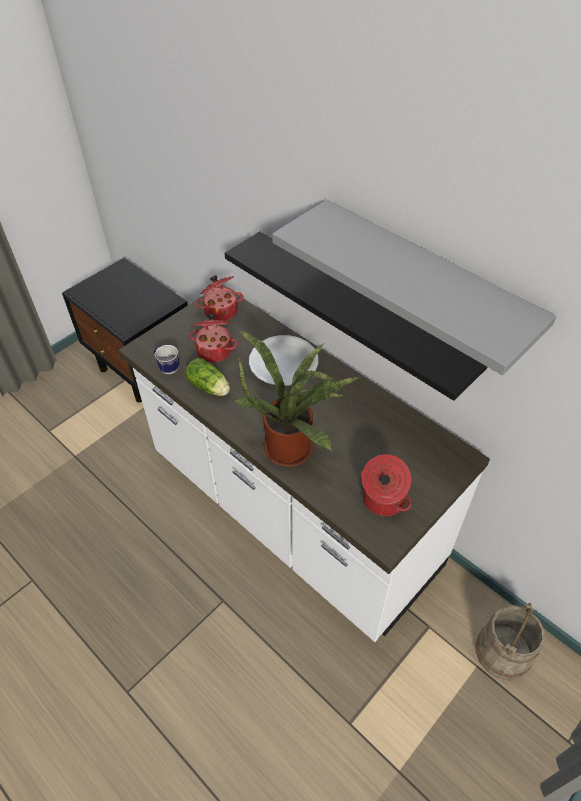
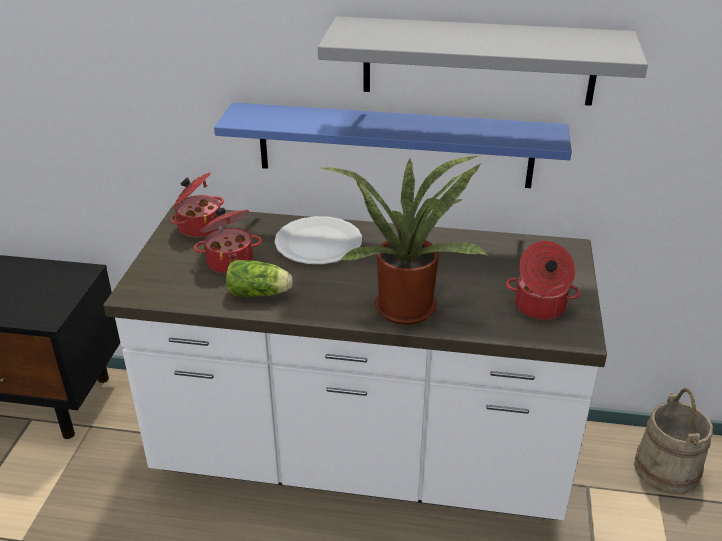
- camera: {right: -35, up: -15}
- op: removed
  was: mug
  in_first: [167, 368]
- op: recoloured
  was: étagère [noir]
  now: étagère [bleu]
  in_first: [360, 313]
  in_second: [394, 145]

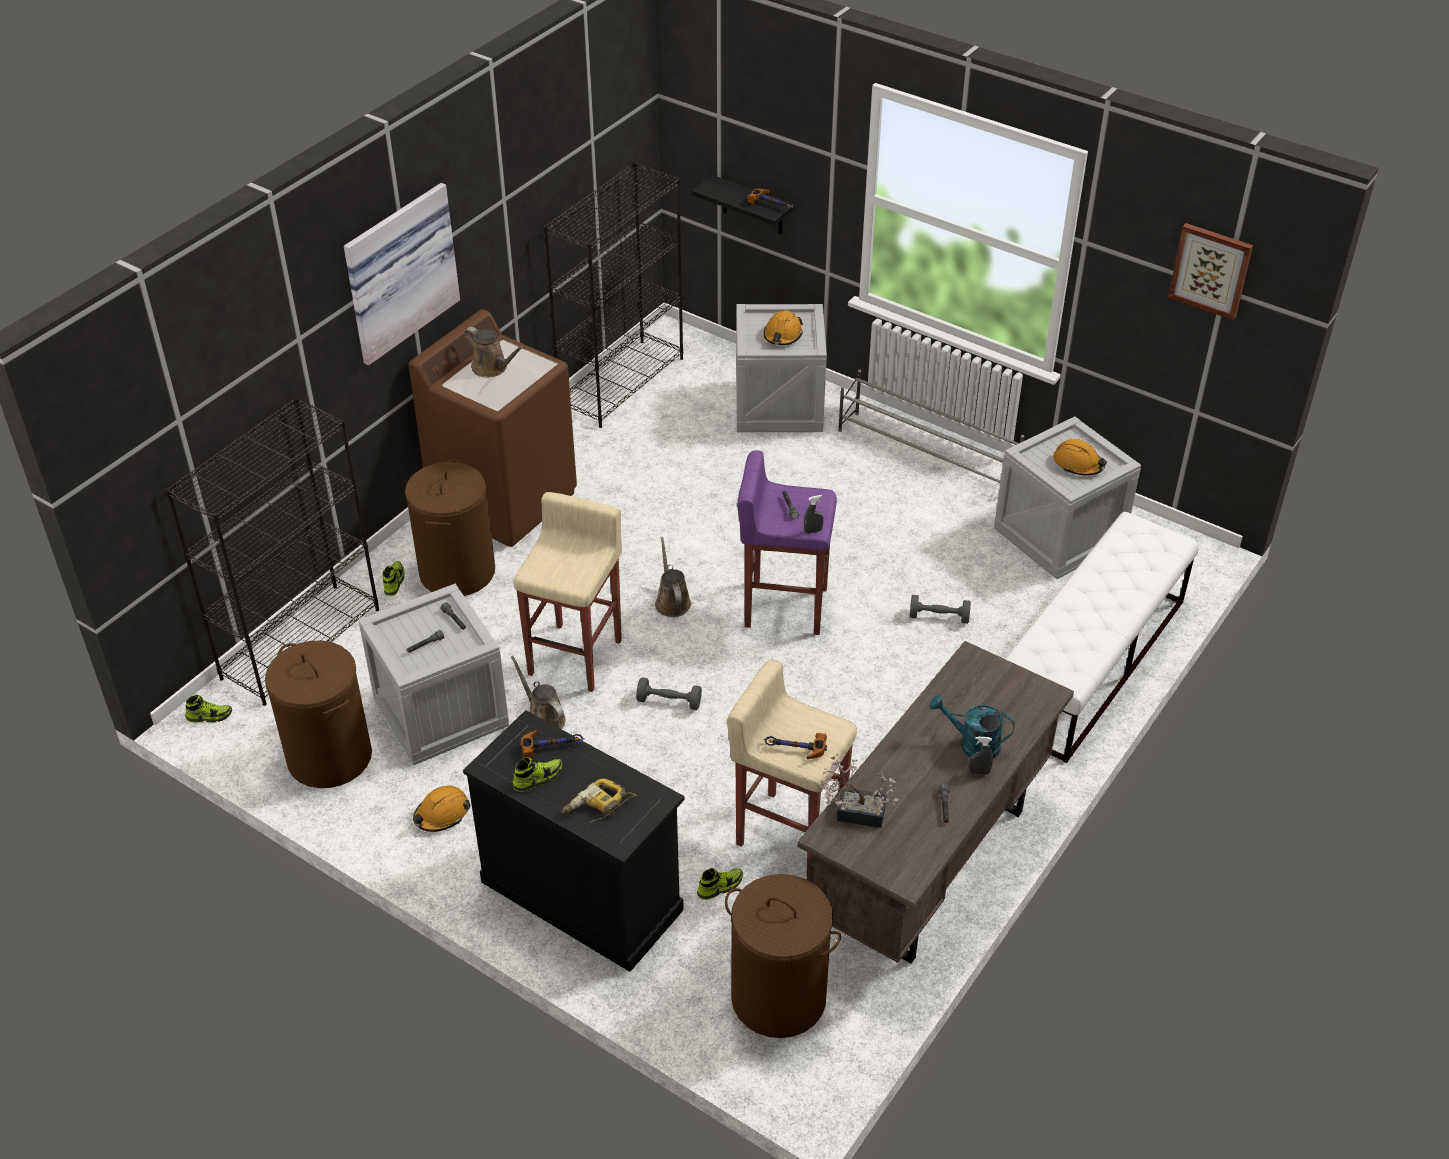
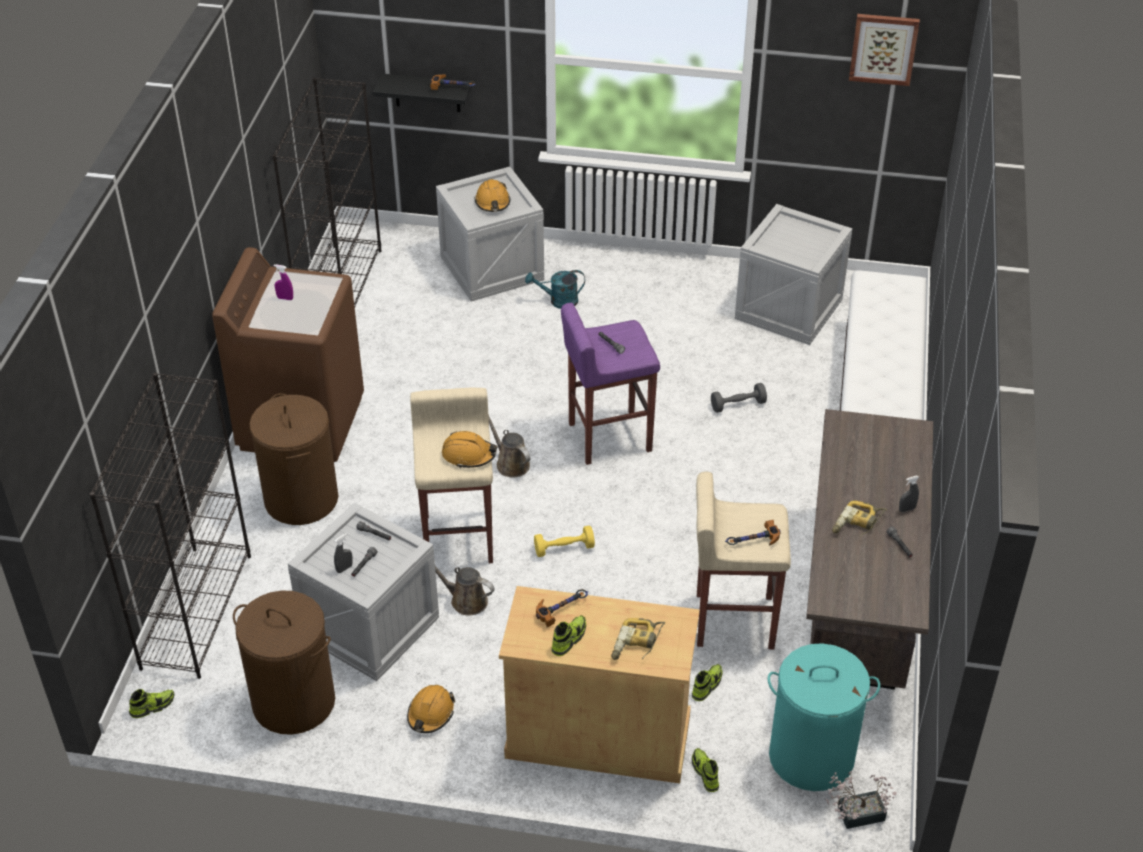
- camera: {right: -25, up: 0}
- op: removed
  was: tableau
  in_first: [398, 271]
- op: removed
  was: étagère à chaussures [gris]
  in_first: [927, 455]
- op: added
  now: perceuse
  in_second: [857, 524]
- op: moved
  was: chaussure
  in_first: [394, 582]
  in_second: [705, 773]
- op: moved
  was: vaporisateur [gris]
  in_first: [813, 531]
  in_second: [344, 568]
- op: moved
  was: plante en pot
  in_first: [855, 811]
  in_second: [855, 814]
- op: moved
  was: arrosoir [turquoise]
  in_first: [972, 744]
  in_second: [558, 301]
- op: moved
  was: casque de chantier [orange]
  in_first: [1078, 464]
  in_second: [469, 455]
- op: replaced
  was: arrosoir [marron]
  now: vaporisateur [violet]
  in_first: [492, 368]
  in_second: [285, 298]
- op: recoloured
  was: meuble de rangement [noir]
  now: meuble de rangement [beige]
  in_first: [582, 895]
  in_second: [598, 736]
- op: recoloured
  was: haltère [gris]
  now: haltère [jaune]
  in_first: [669, 702]
  in_second: [564, 548]
- op: recoloured
  was: panier à linge [marron]
  now: panier à linge [turquoise]
  in_first: [779, 997]
  in_second: [811, 756]

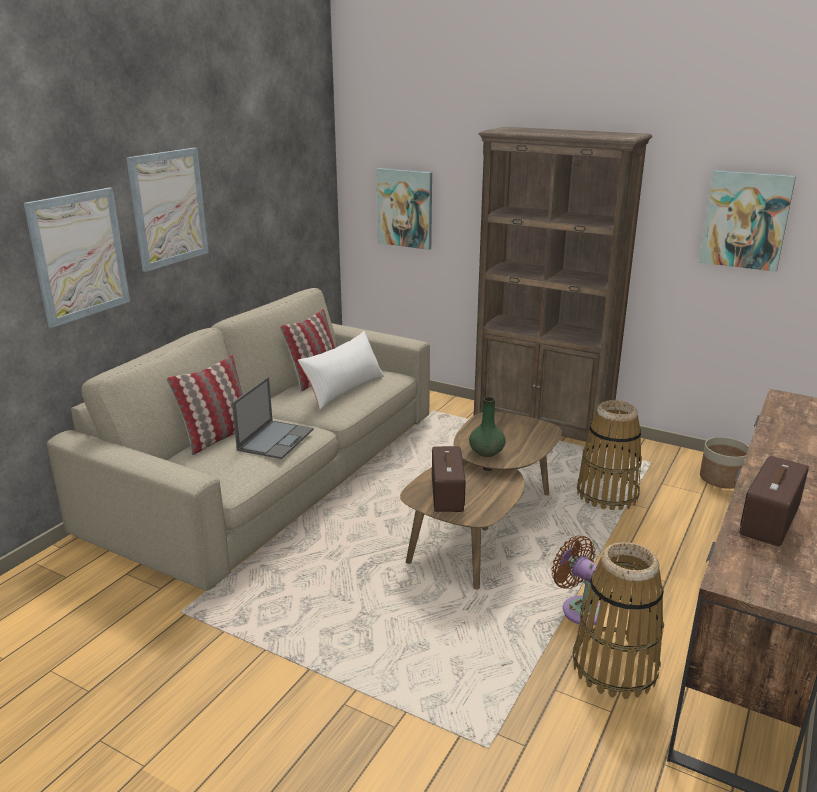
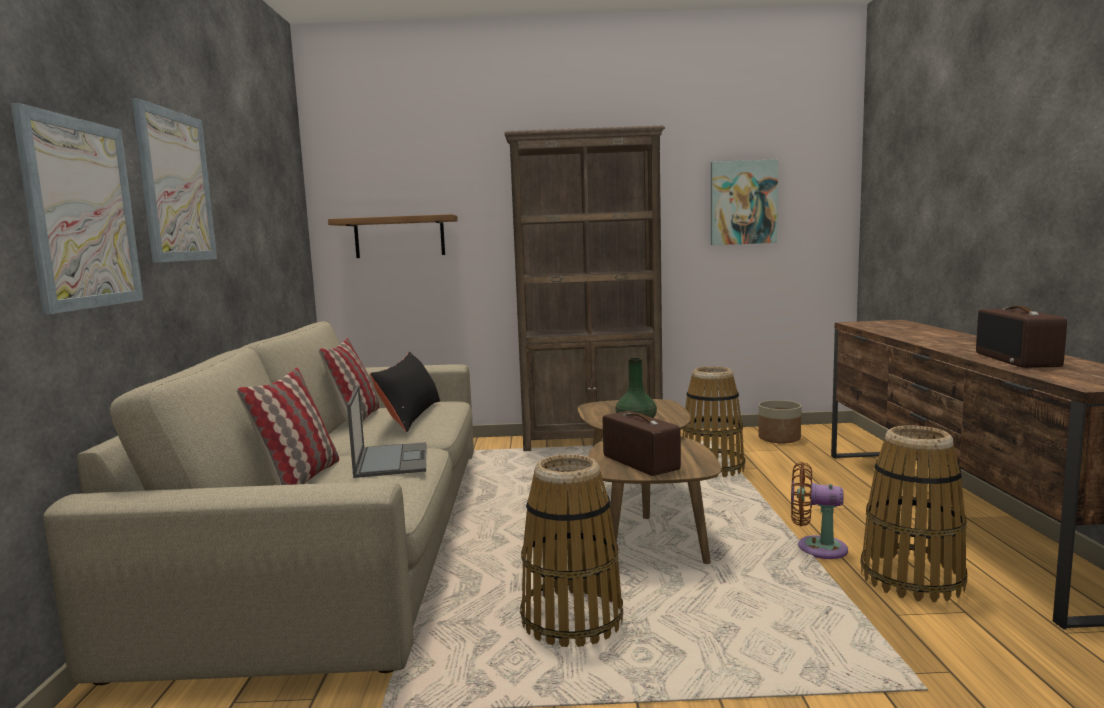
- camera: {right: -30, up: -15}
- op: added
  now: panier
  in_second: [572, 619]
- op: replaced
  was: tableau
  now: étagère
  in_first: [405, 208]
  in_second: [399, 237]
- op: recoloured
  was: coussin [blanc]
  now: coussin [noir]
  in_first: [344, 389]
  in_second: [410, 415]

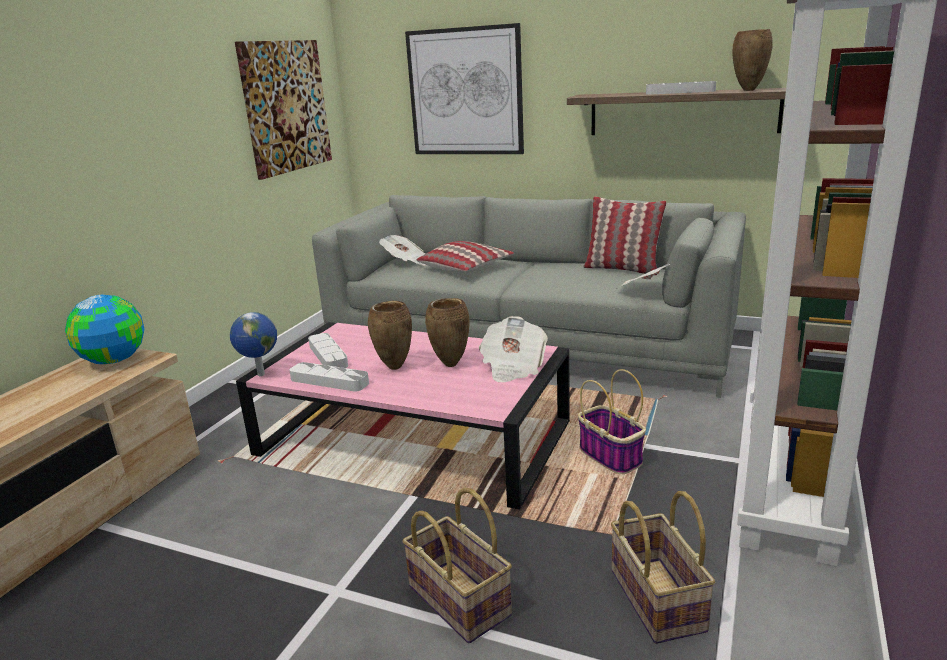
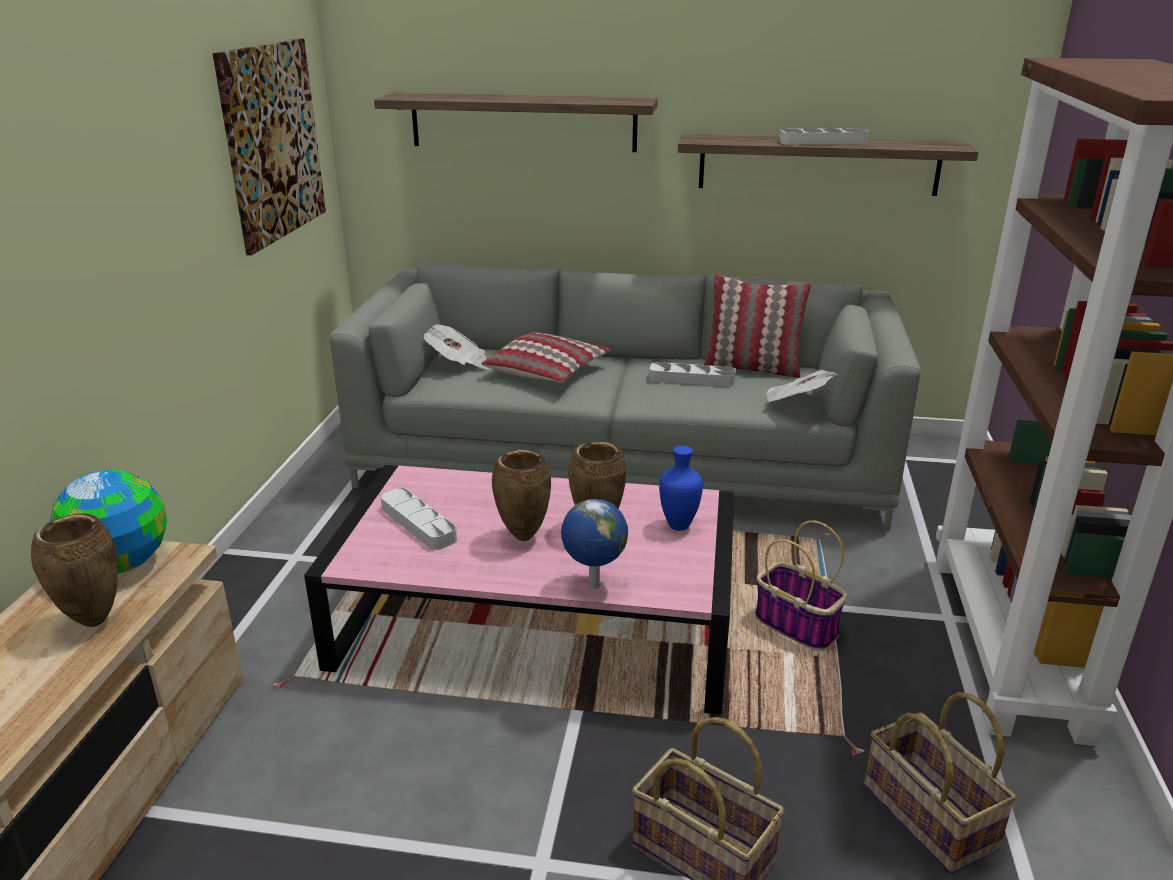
- camera: {right: -15, up: 5}
- op: moved
  was: globe
  in_first: [260, 375]
  in_second: [593, 586]
- op: moved
  was: plateau [gris]
  in_first: [329, 381]
  in_second: [692, 379]
- op: moved
  was: vase [marron]
  in_first: [747, 90]
  in_second: [92, 621]
- op: replaced
  was: tableau
  now: étagère
  in_first: [465, 92]
  in_second: [523, 122]
- op: replaced
  was: journal
  now: vase [bleu]
  in_first: [512, 367]
  in_second: [679, 526]

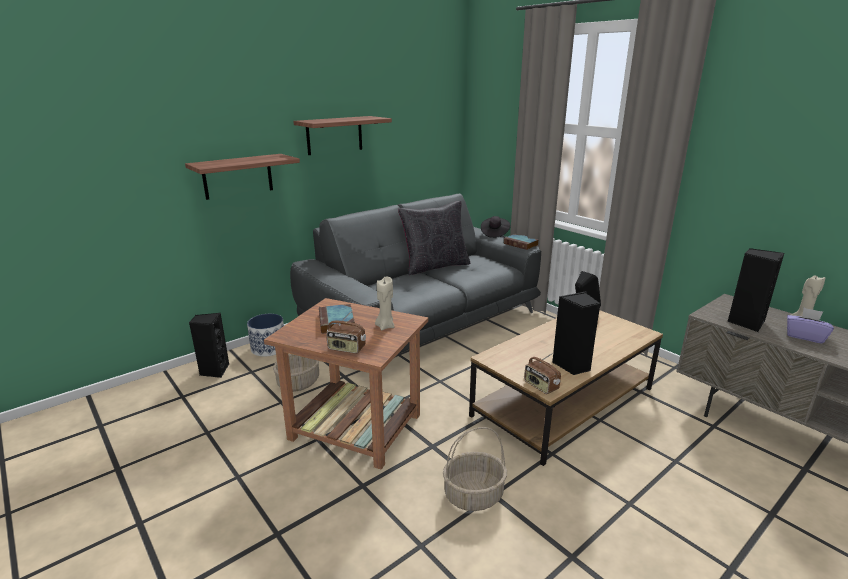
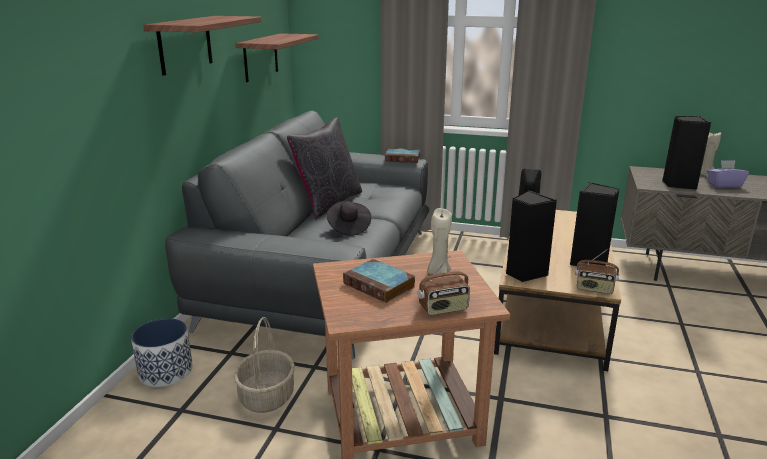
- camera: {right: -35, up: 0}
- op: removed
  was: panier
  in_first: [473, 496]
- op: moved
  was: étagère
  in_first: [238, 176]
  in_second: [260, 57]
- op: moved
  was: enceinte [noir]
  in_first: [214, 371]
  in_second: [524, 273]
- op: moved
  was: chapeau [noir]
  in_first: [494, 233]
  in_second: [348, 227]

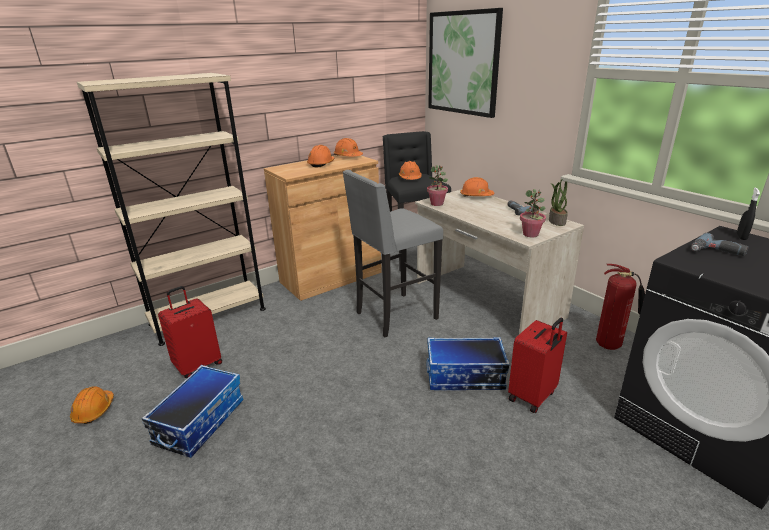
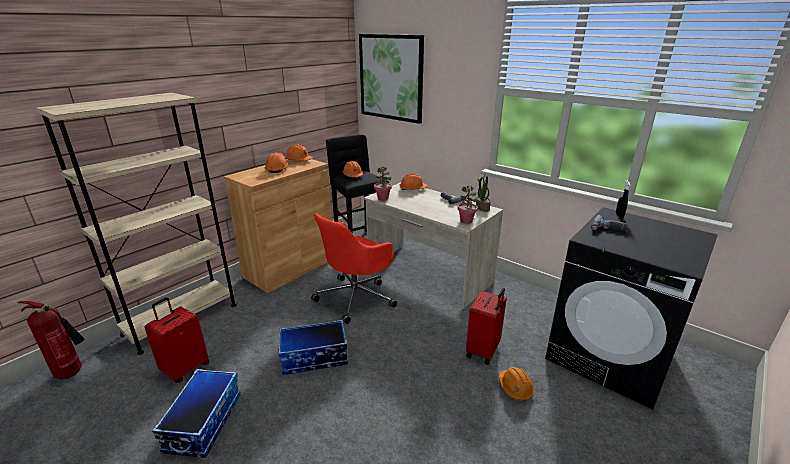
- camera: {right: -15, up: 0}
- op: moved
  was: casque de chantier [orange]
  in_first: [94, 410]
  in_second: [515, 388]
- op: moved
  was: boîte de rangement
  in_first: [464, 377]
  in_second: [314, 358]
- op: moved
  was: extincteur
  in_first: [611, 346]
  in_second: [73, 373]
- op: replaced
  was: tabouret [gris]
  now: chaise de bureau [rouge]
  in_first: [394, 316]
  in_second: [356, 297]

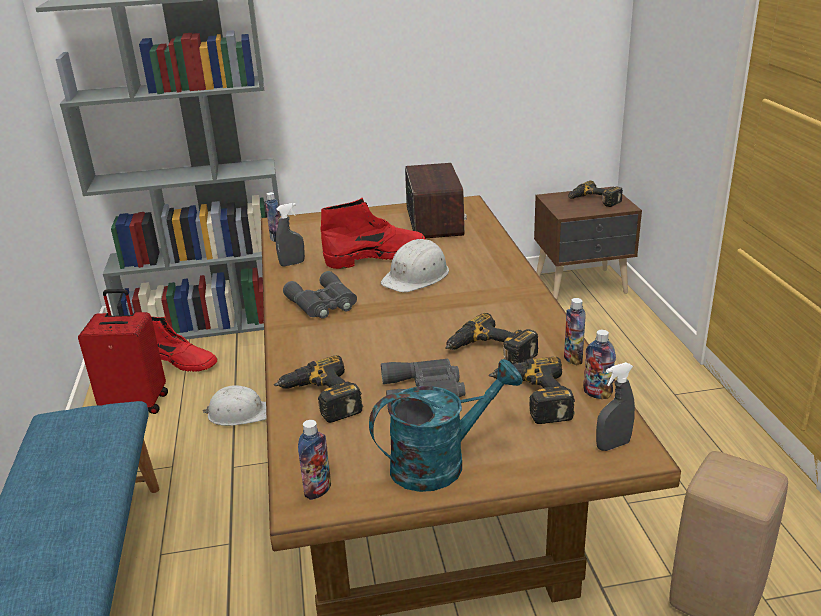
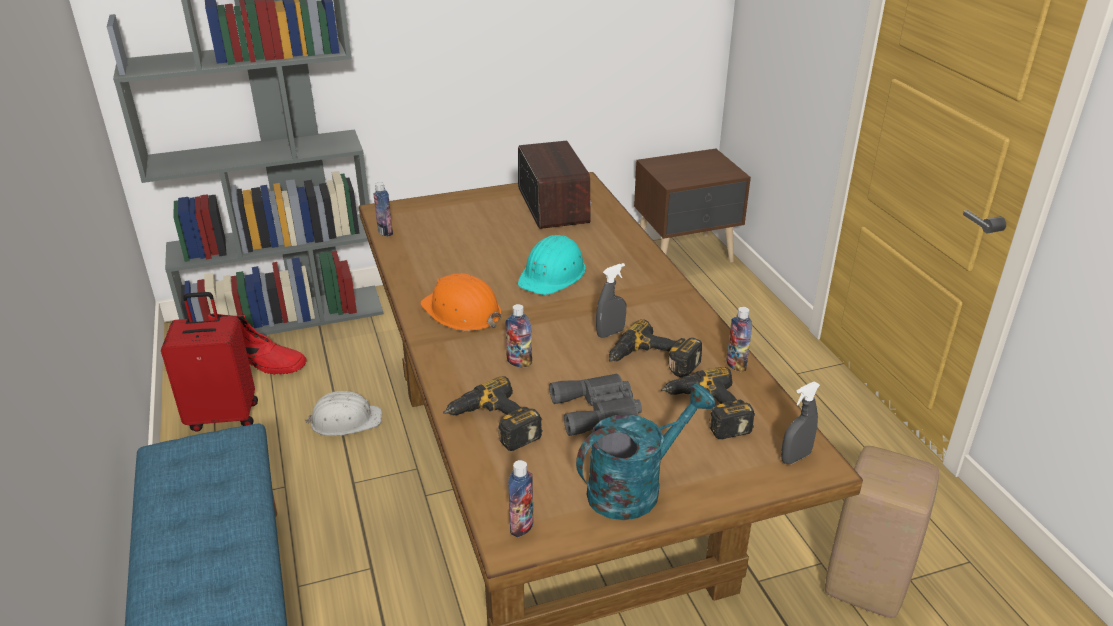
- camera: {right: -10, up: 5}
- op: removed
  was: botte [rouge]
  in_first: [377, 256]
- op: removed
  was: perceuse
  in_first: [593, 201]
- op: moved
  was: vaporisateur [gris]
  in_first: [292, 264]
  in_second: [610, 333]
- op: moved
  was: bouteille
  in_first: [597, 393]
  in_second: [519, 362]
- op: replaced
  was: jumelles [gris]
  now: casque de chantier [orange]
  in_first: [323, 304]
  in_second: [462, 312]
- op: recoloured
  was: casque de chantier [blanc]
  now: casque de chantier [turquoise]
  in_first: [416, 276]
  in_second: [553, 274]

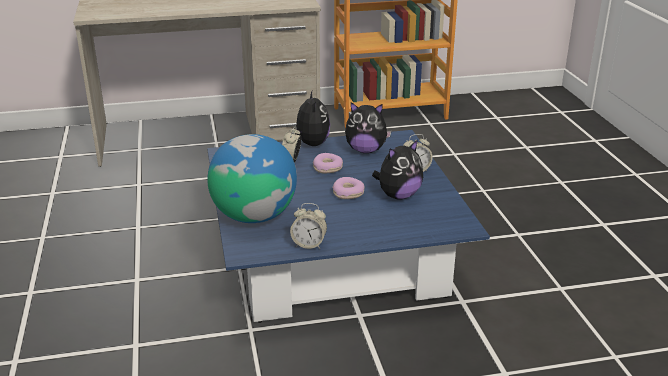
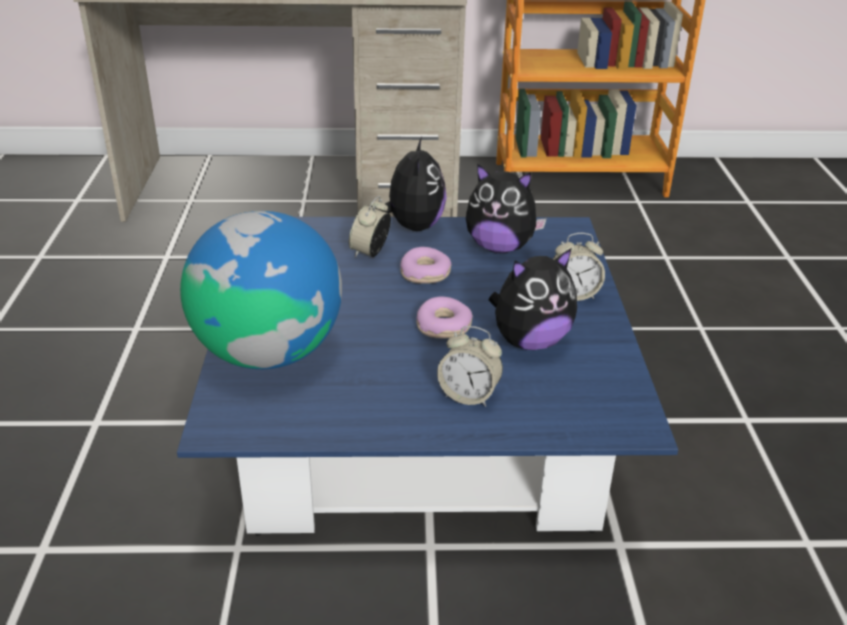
- camera: {right: 10, up: 5}
- op: moved
  was: réveil
  in_first: [309, 244]
  in_second: [469, 395]

